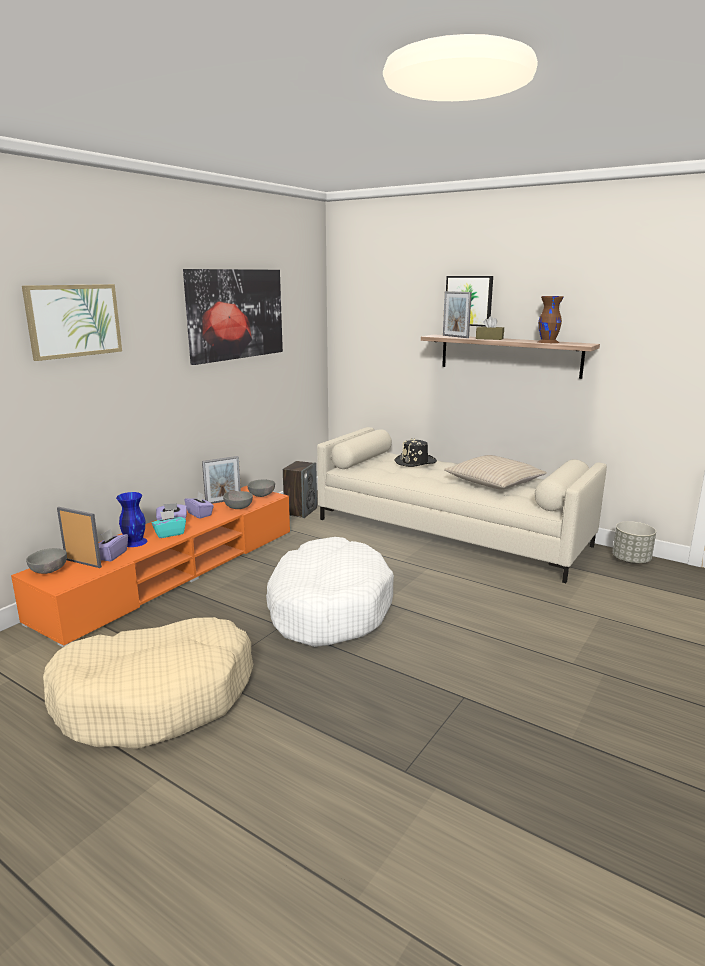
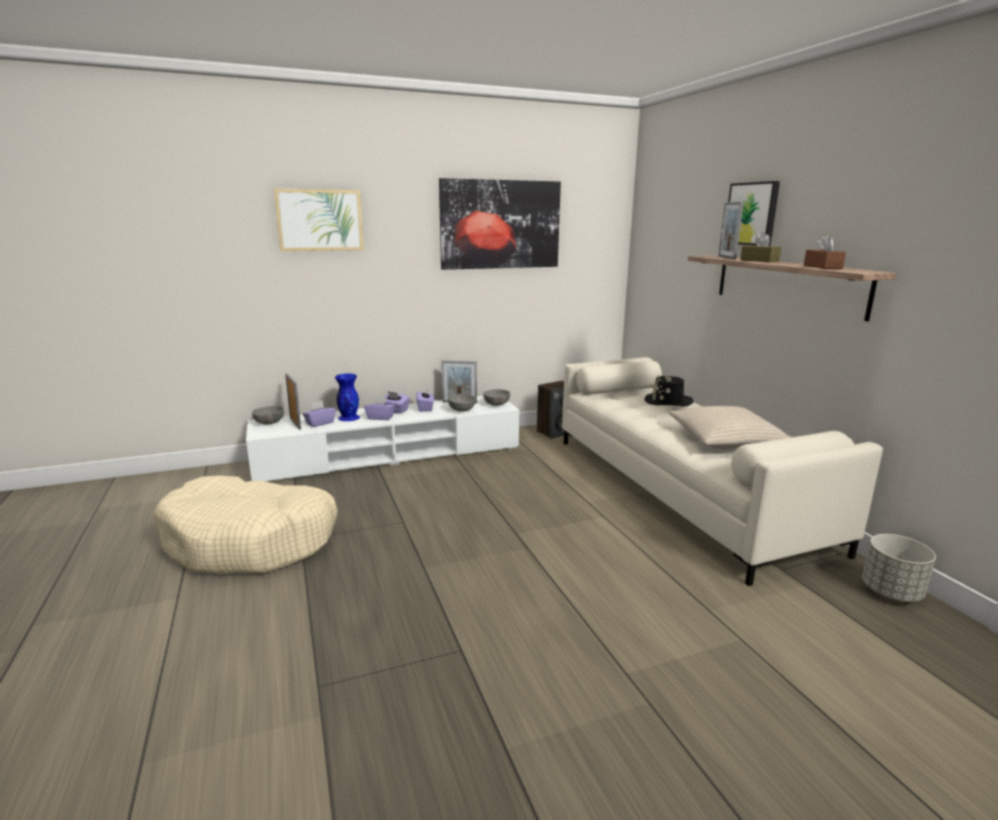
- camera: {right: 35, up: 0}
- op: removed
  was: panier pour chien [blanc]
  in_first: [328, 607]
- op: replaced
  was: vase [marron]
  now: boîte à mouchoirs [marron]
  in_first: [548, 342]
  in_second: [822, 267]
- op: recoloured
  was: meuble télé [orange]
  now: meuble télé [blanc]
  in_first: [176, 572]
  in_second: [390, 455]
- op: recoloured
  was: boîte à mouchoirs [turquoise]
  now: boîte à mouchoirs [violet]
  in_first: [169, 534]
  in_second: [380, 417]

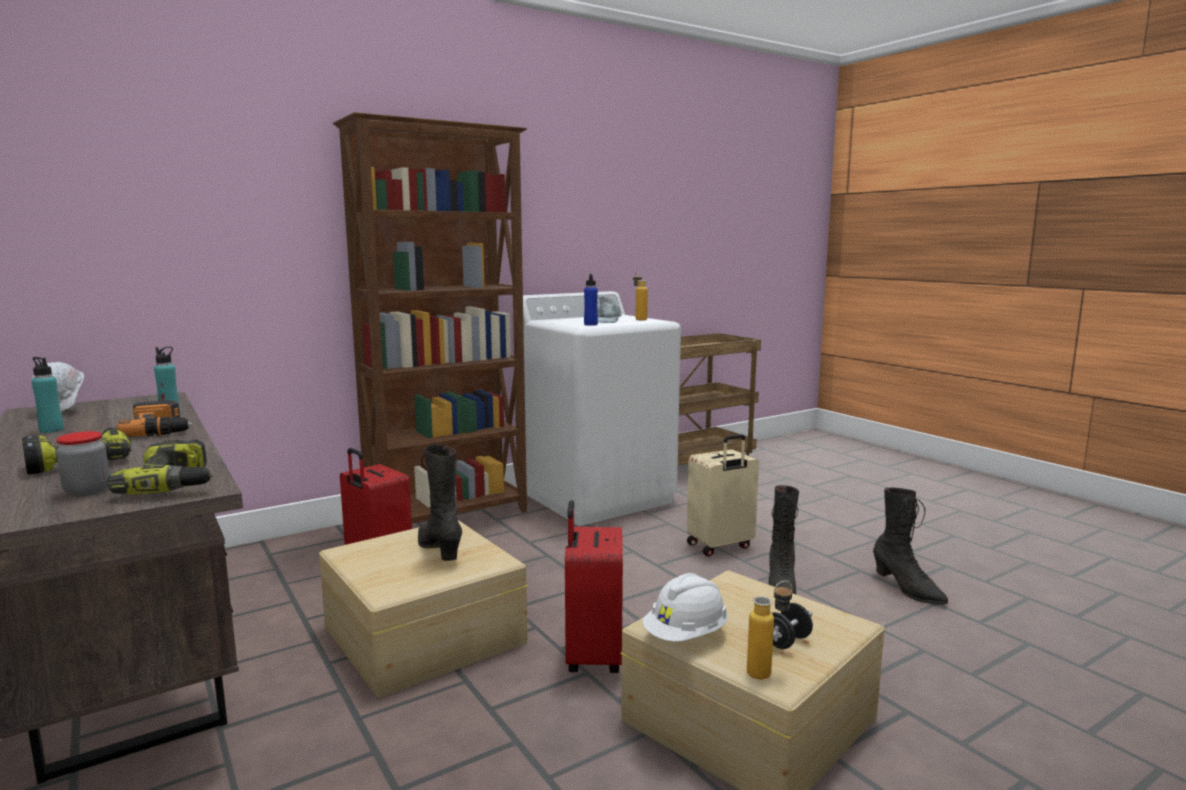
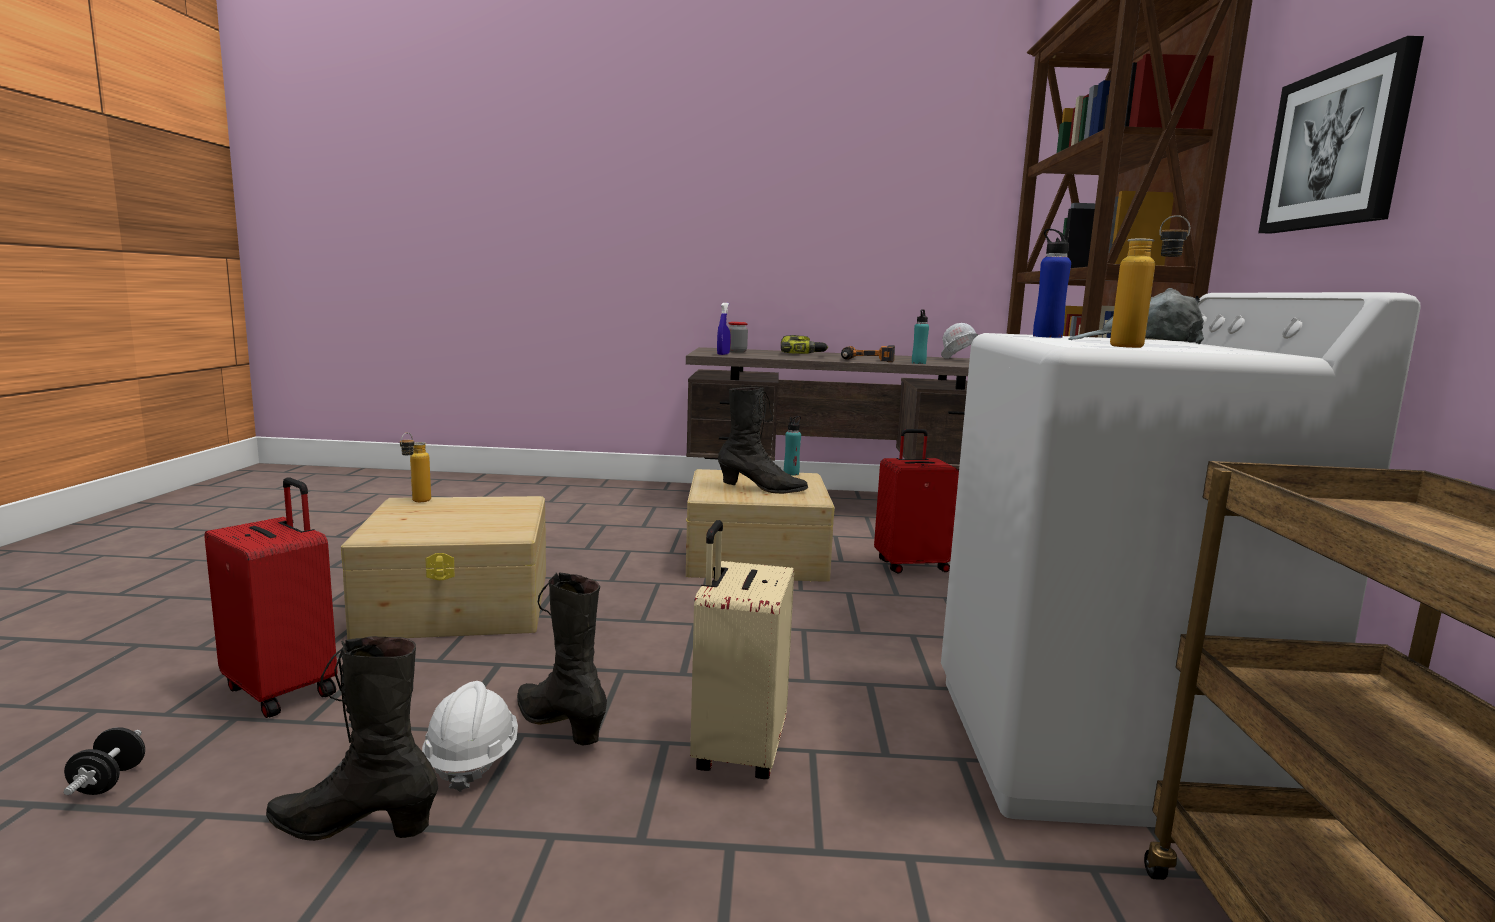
- camera: {right: 125, up: 0}
- op: added
  now: tableau
  in_second: [1337, 147]
- op: moved
  was: bouteille [turquoise]
  in_first: [51, 430]
  in_second: [791, 473]
- op: moved
  was: valise [rouge]
  in_first: [592, 657]
  in_second: [284, 690]
- op: moved
  was: casque de chantier [blanc]
  in_first: [686, 636]
  in_second: [472, 760]
- op: moved
  was: haltère [noir]
  in_first: [786, 642]
  in_second: [109, 781]
- op: replaced
  was: perceuse
  now: vaporisateur [bleu]
  in_first: [175, 484]
  in_second: [723, 354]

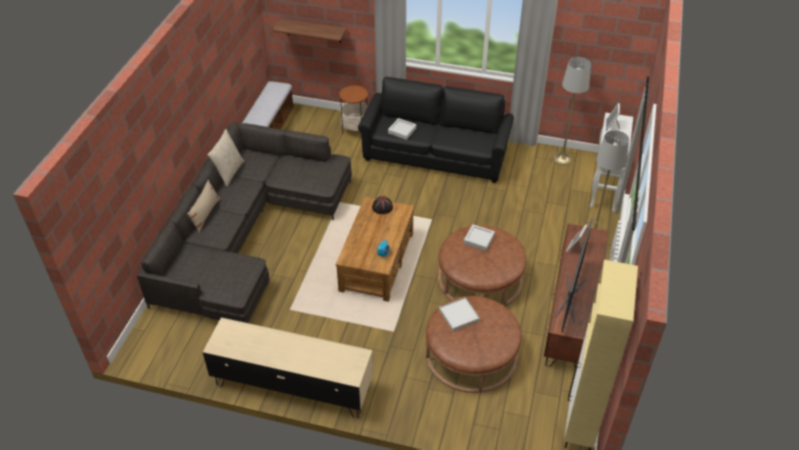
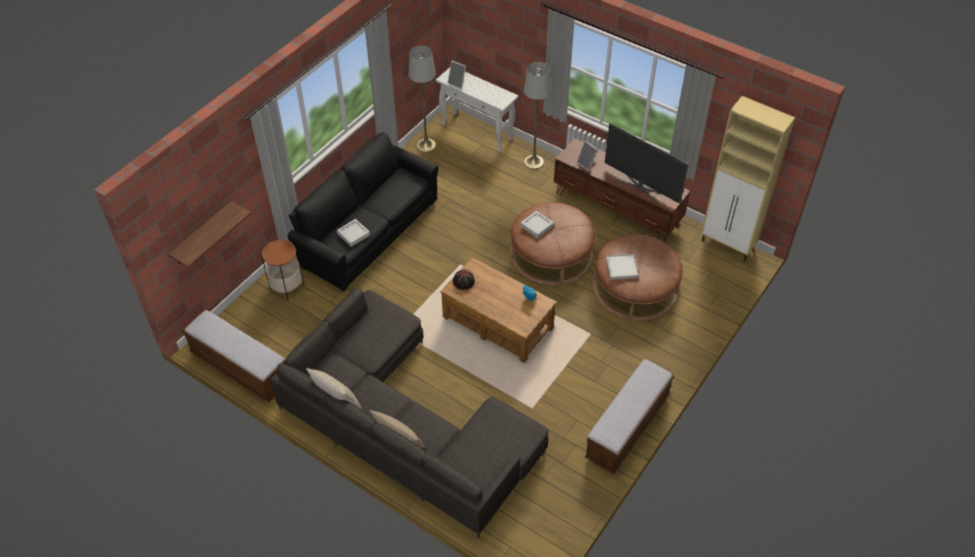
- camera: {right: -70, up: 5}
- op: replaced
  was: meuble télé [beige]
  now: banc
  in_first: [292, 385]
  in_second: [627, 427]

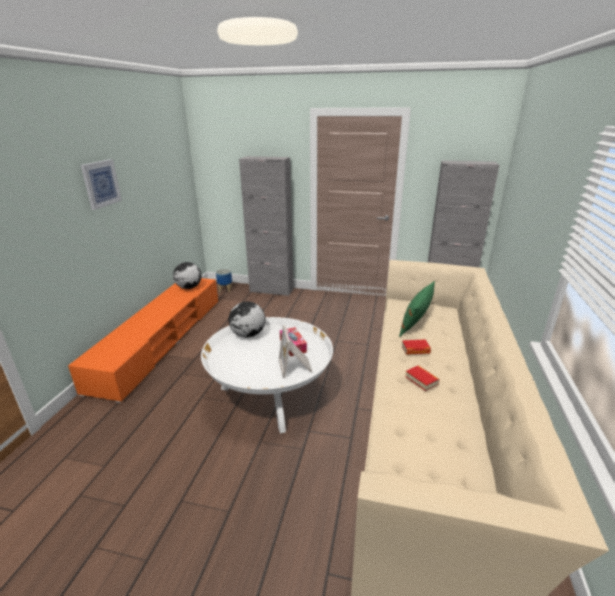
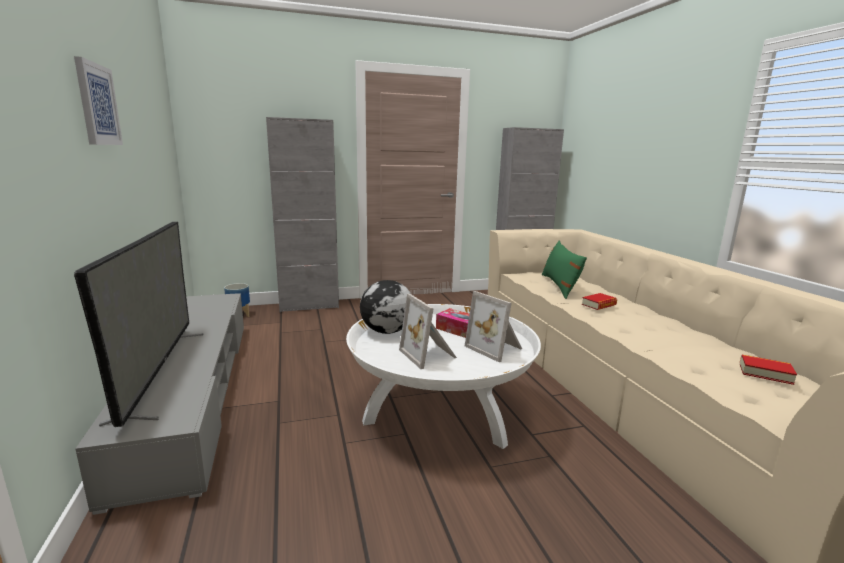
- camera: {right: -30, up: -10}
- op: removed
  was: globe
  in_first: [188, 287]
- op: added
  now: téléviseur
  in_second: [160, 372]
- op: added
  now: cadre photo
  in_second: [429, 354]
- op: moved
  was: livre
  in_first: [421, 380]
  in_second: [765, 373]
- op: recoloured
  was: meuble télé [orange]
  now: meuble télé [gris]
  in_first: [161, 340]
  in_second: [193, 391]

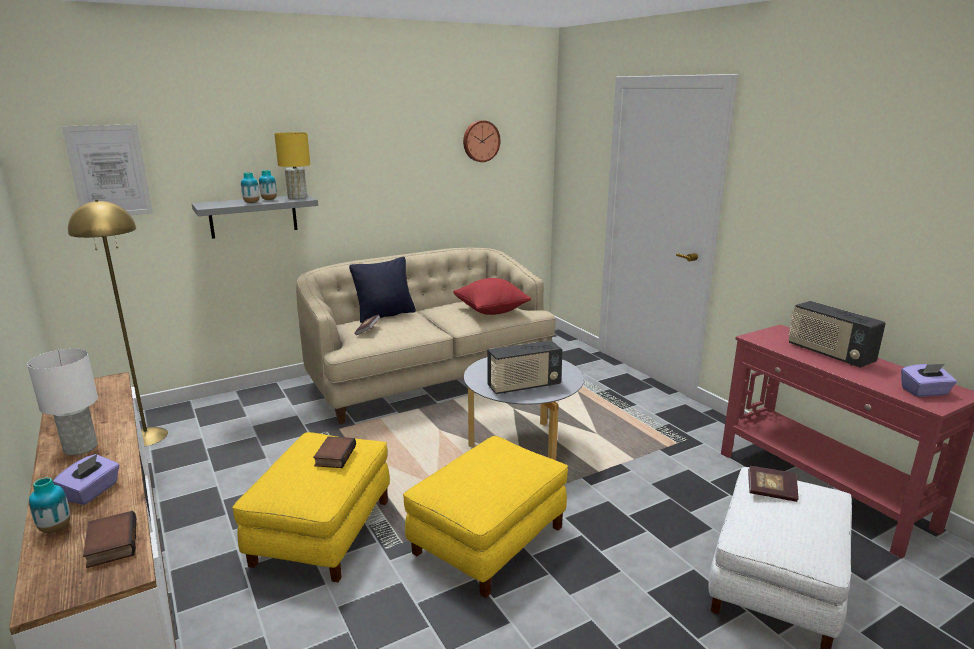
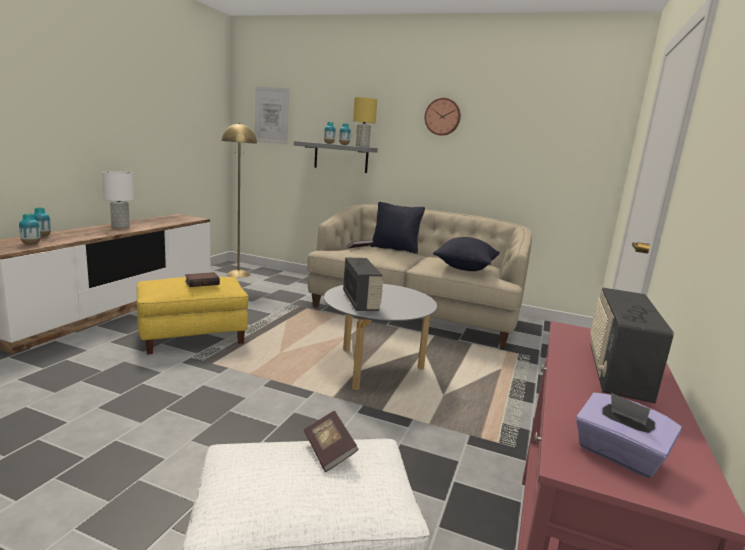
- camera: {right: 50, up: -5}
- op: removed
  was: boîte à mouchoirs [violet]
  in_first: [92, 492]
- op: removed
  was: pouf [jaune]
  in_first: [488, 539]
- op: moved
  was: horloge murale
  in_first: [480, 141]
  in_second: [442, 117]
- op: replaced
  was: livre
  now: vase
  in_first: [110, 544]
  in_second: [31, 244]
- op: recoloured
  was: coussin [rouge]
  now: coussin [noir]
  in_first: [491, 311]
  in_second: [465, 268]
- op: turned
  was: radio
  in_first: [524, 386]
  in_second: [360, 302]
  clockwise: -135

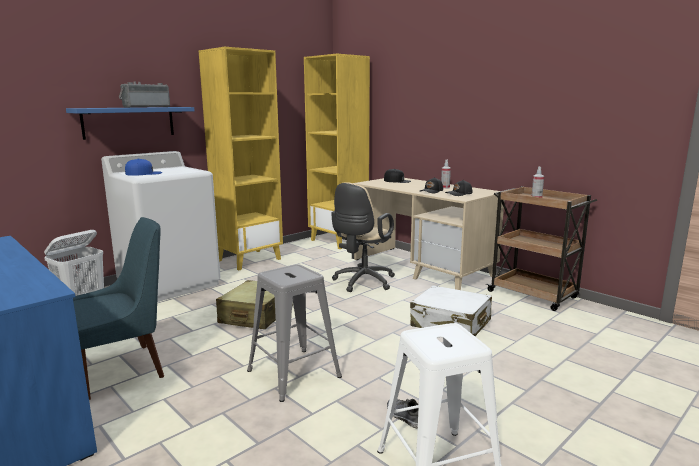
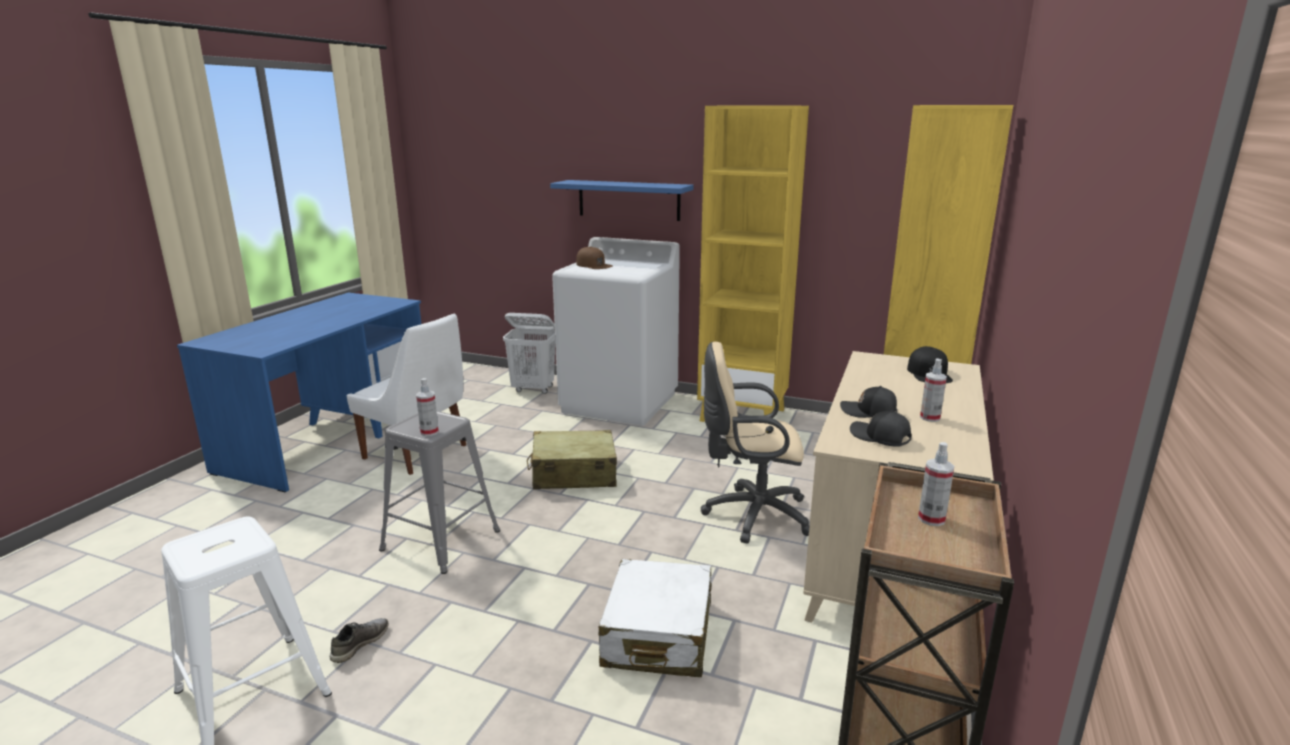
- camera: {right: 65, up: 5}
- op: removed
  was: radio
  in_first: [146, 107]
- op: added
  now: vaporisateur
  in_second: [429, 432]
- op: recoloured
  was: chaise [bleu]
  now: chaise [blanc]
  in_first: [123, 369]
  in_second: [418, 453]
- op: recoloured
  was: casquette [bleu]
  now: casquette [marron]
  in_first: [144, 173]
  in_second: [594, 265]

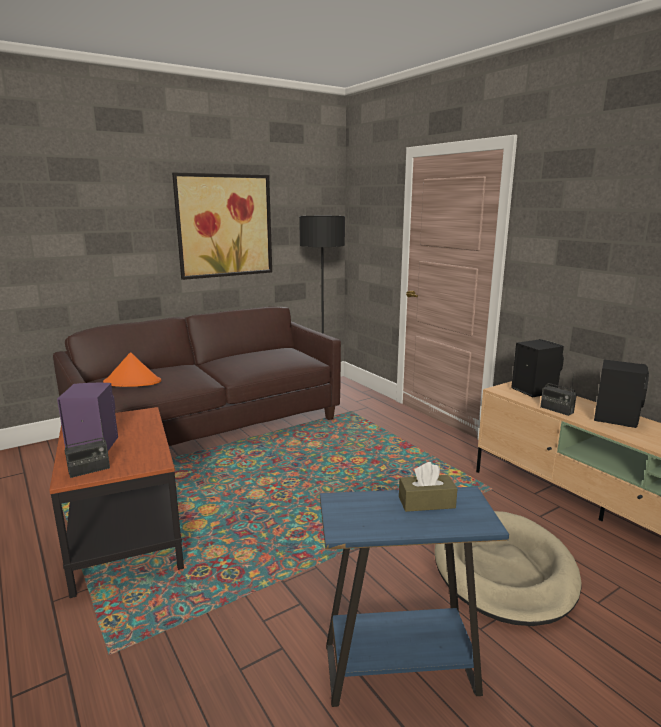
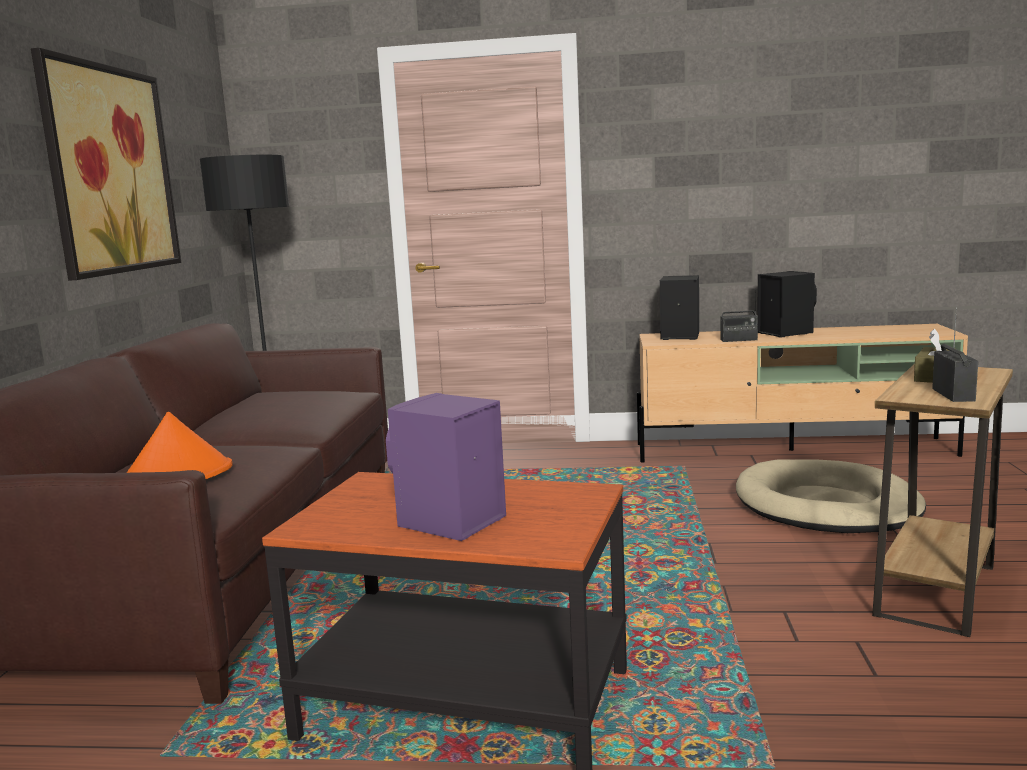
- camera: {right: -50, up: -5}
- op: moved
  was: radio
  in_first: [89, 470]
  in_second: [953, 395]
- op: recoloured
  was: table d'appoint [bleu]
  now: table d'appoint [marron]
  in_first: [400, 669]
  in_second: [935, 590]

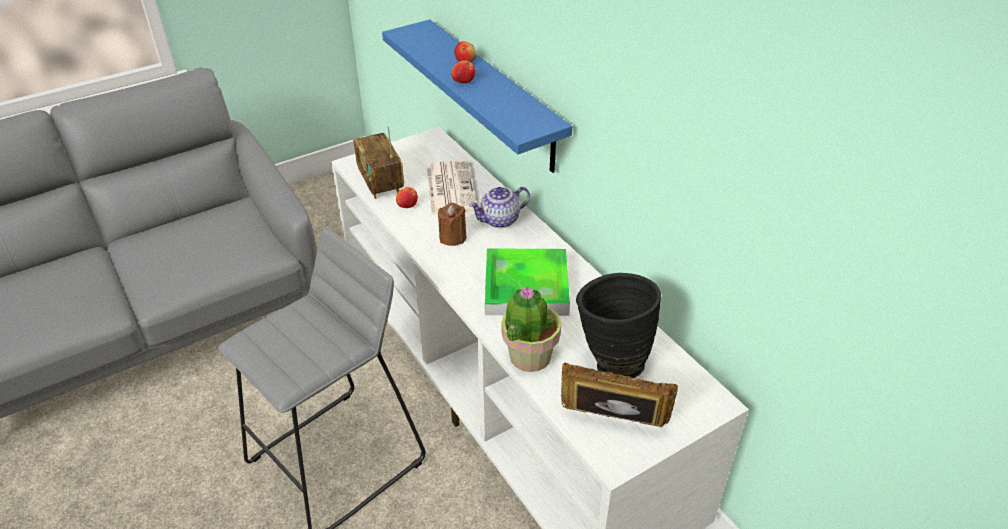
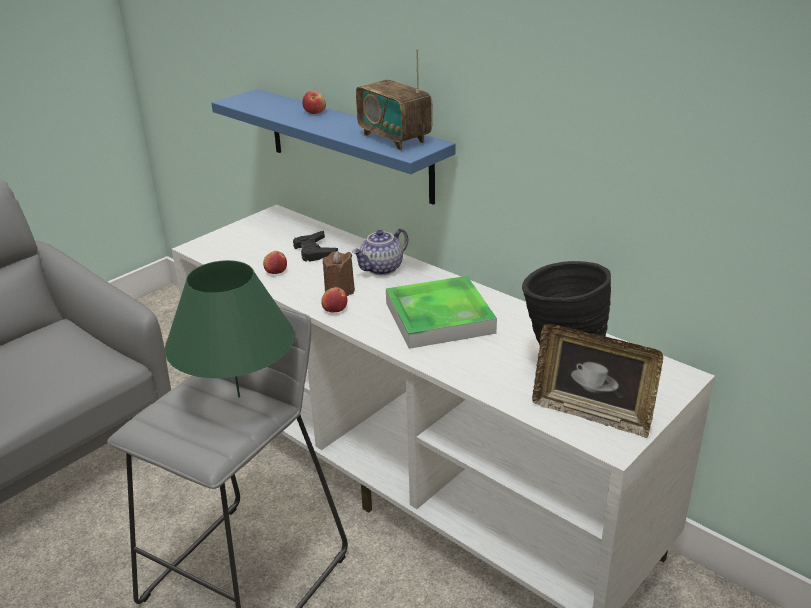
- camera: {right: -15, up: -10}
- op: removed
  was: plante en pot
  in_first: [529, 356]
- op: added
  now: lampe de table [vert]
  in_second: [238, 396]
- op: moved
  was: radio
  in_first: [381, 182]
  in_second: [394, 138]
- op: moved
  was: pomme
  in_first: [463, 81]
  in_second: [334, 309]
- op: replaced
  was: journal
  now: manette [noir]
  in_first: [449, 188]
  in_second: [314, 251]
- op: turned
  was: cadre photo
  in_first: [612, 424]
  in_second: [591, 414]
  clockwise: -150

